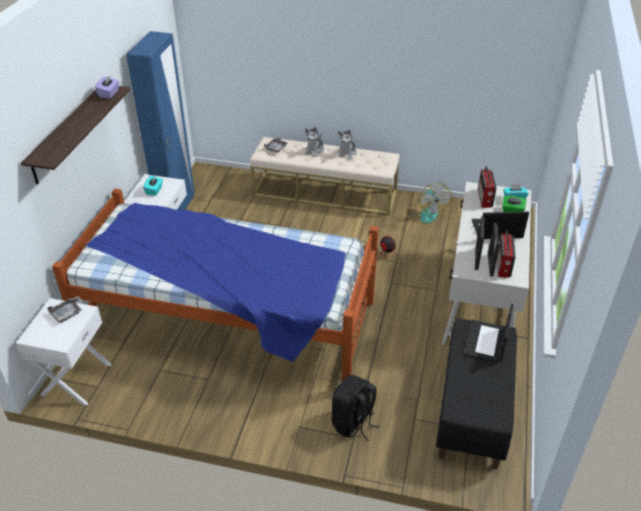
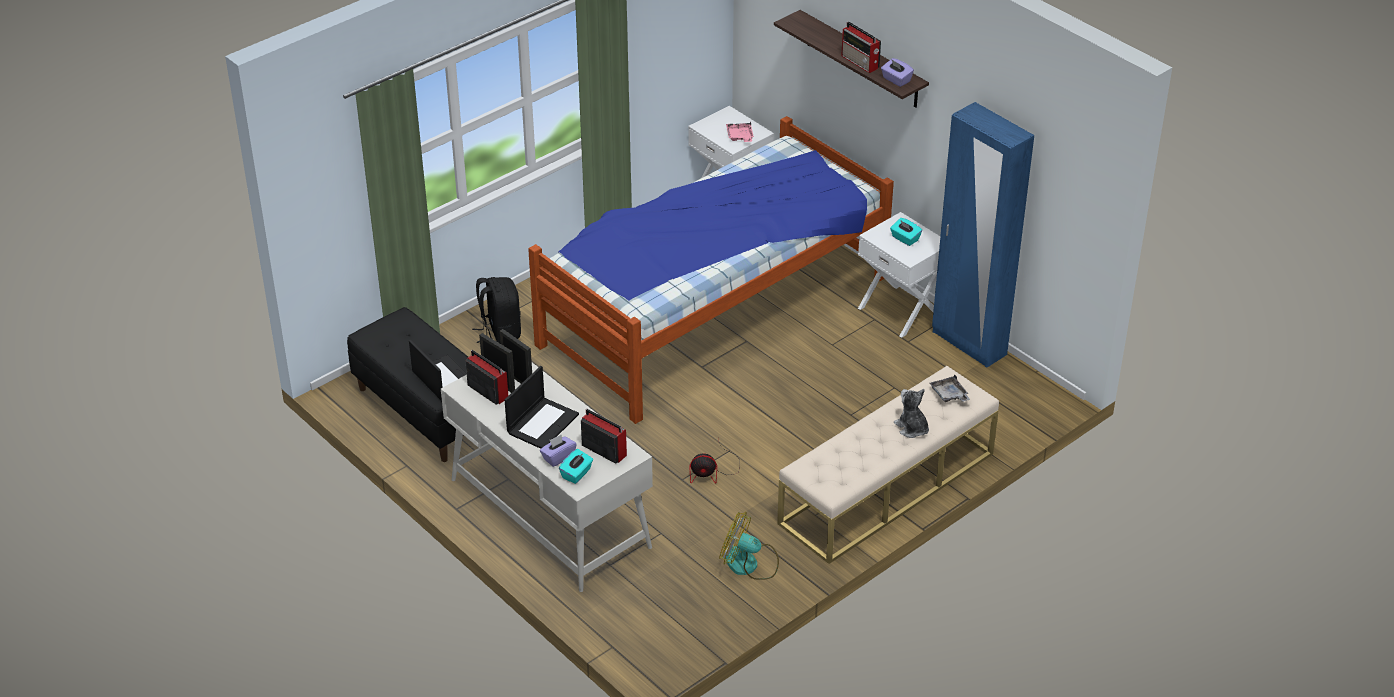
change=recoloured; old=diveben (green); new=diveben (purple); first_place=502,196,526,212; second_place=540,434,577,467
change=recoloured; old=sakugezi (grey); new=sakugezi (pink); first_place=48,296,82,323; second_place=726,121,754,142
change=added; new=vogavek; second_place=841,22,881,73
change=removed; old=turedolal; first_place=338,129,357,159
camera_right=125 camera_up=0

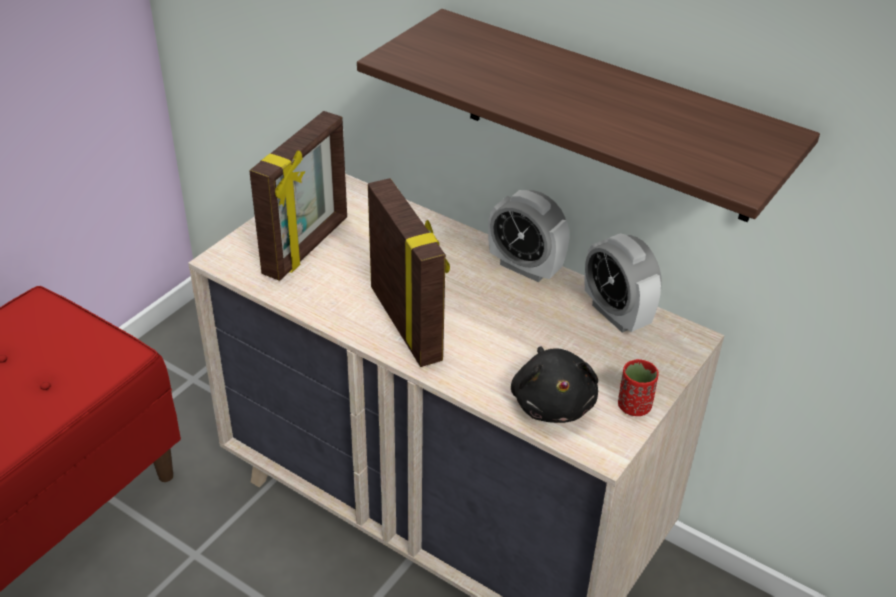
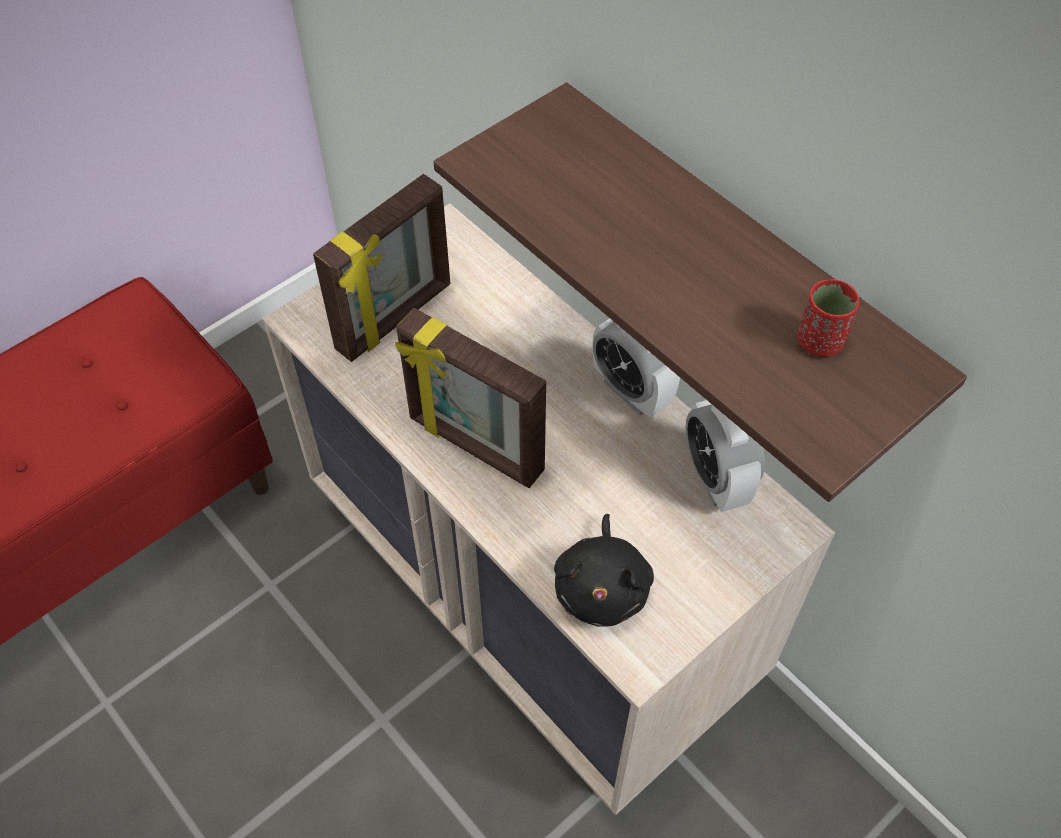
change=turned; old=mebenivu; first_place=368,178,450,367; second_place=395,308,546,488; degrees=135
change=moved; old=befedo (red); first_place=618,359,659,416; second_place=798,279,860,357
camera_right=15 camera_up=15

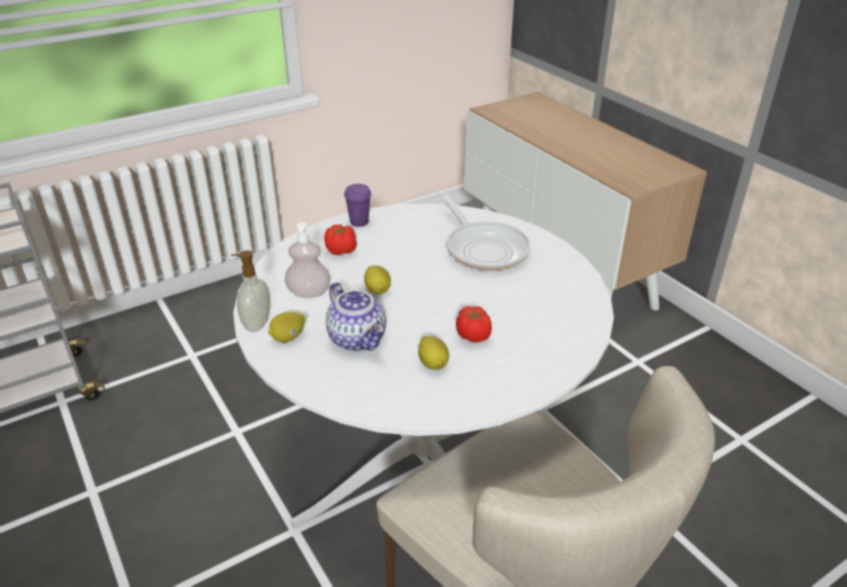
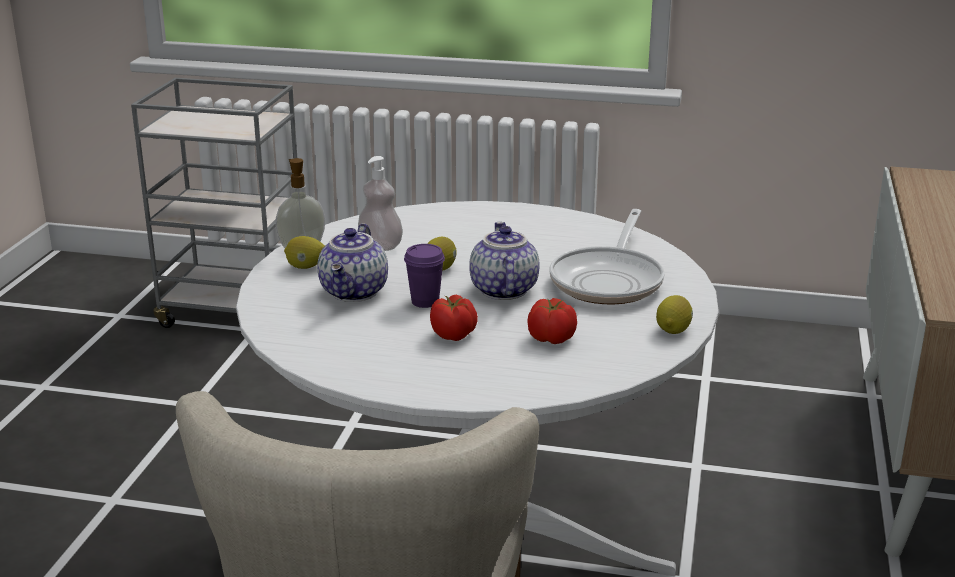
change=moved; old=befedo (purple); first_place=344,184,371,227; second_place=404,244,445,308
change=added; new=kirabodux; second_place=469,222,539,300
change=moved; old=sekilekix; first_place=324,224,356,255; second_place=527,298,577,344
change=moved; old=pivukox; first_place=418,336,449,370; second_place=656,295,693,334
camera_right=45 camera_up=-10

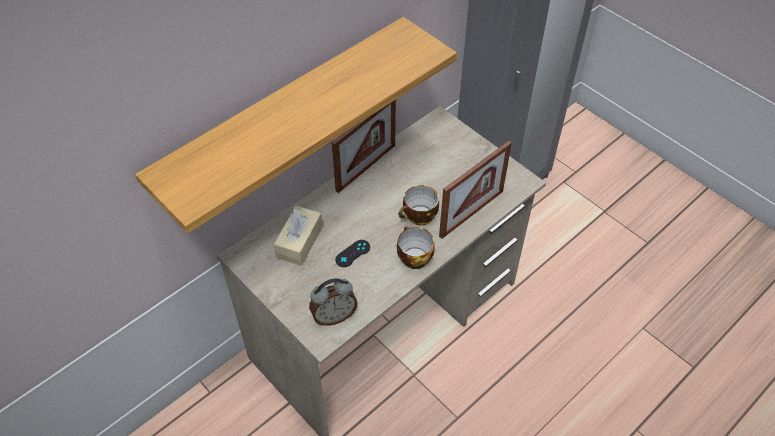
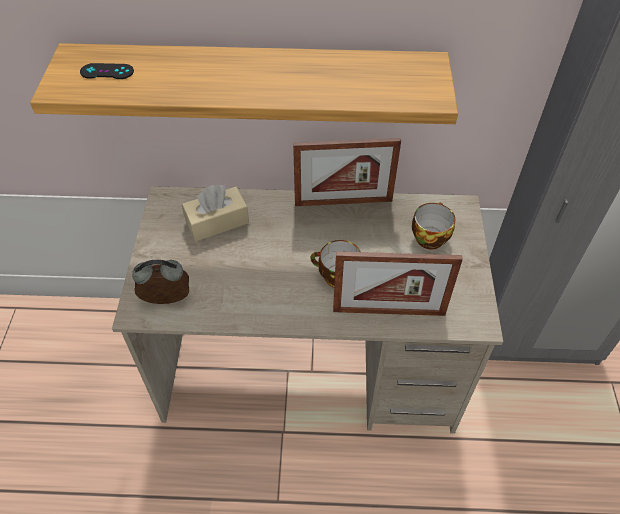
change=moved; old=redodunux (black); first_place=335,240,370,267; second_place=80,63,134,79
change=turned; old=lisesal; first_place=309,278,358,326; second_place=132,260,189,304; degrees=150
change=moved; old=befedo; first_place=397,226,435,269; second_place=412,202,455,249
camera_right=45 camera_up=0

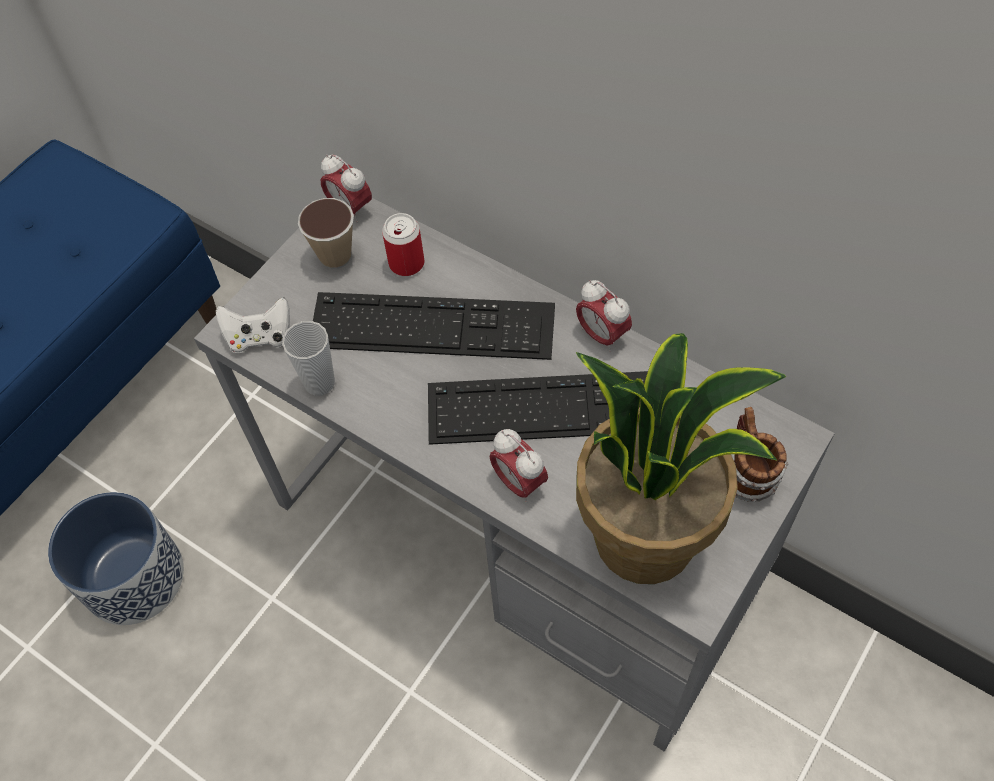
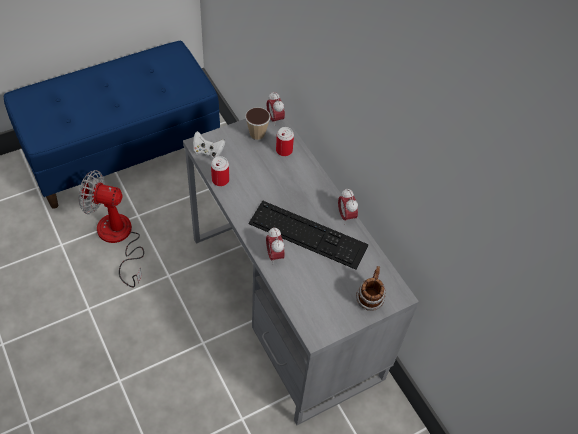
change=replaced; old=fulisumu; new=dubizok; first_place=48,492,184,625; second_place=78,170,144,287
change=replaced; old=befedo; new=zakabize; first_place=282,321,335,396; second_place=211,156,229,186
change=removed; old=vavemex; first_place=313,292,555,360
change=removed; old=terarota; first_place=576,333,786,584
camera_right=20 camera_up=-5

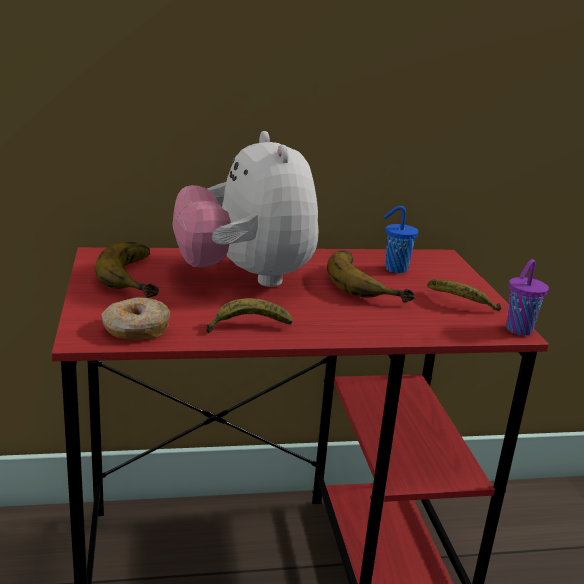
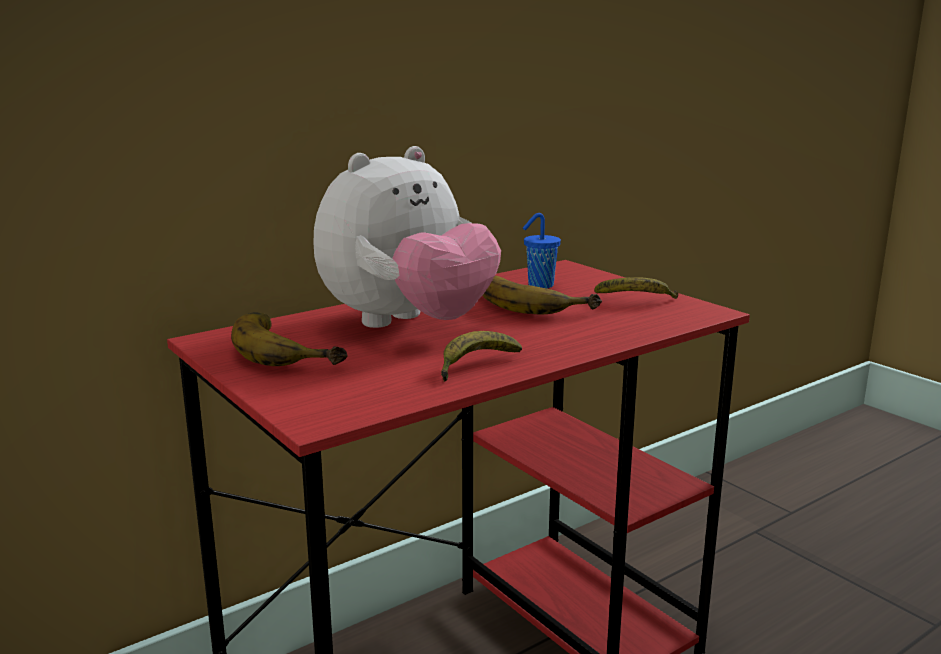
change=turned; old=turedolal; first_place=173,131,318,287; second_place=313,146,501,328; degrees=-90
change=removed; old=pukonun; first_place=101,297,170,340
change=removed; old=befedo (purple); first_place=506,259,549,335
camera_right=-25 camera_up=-5

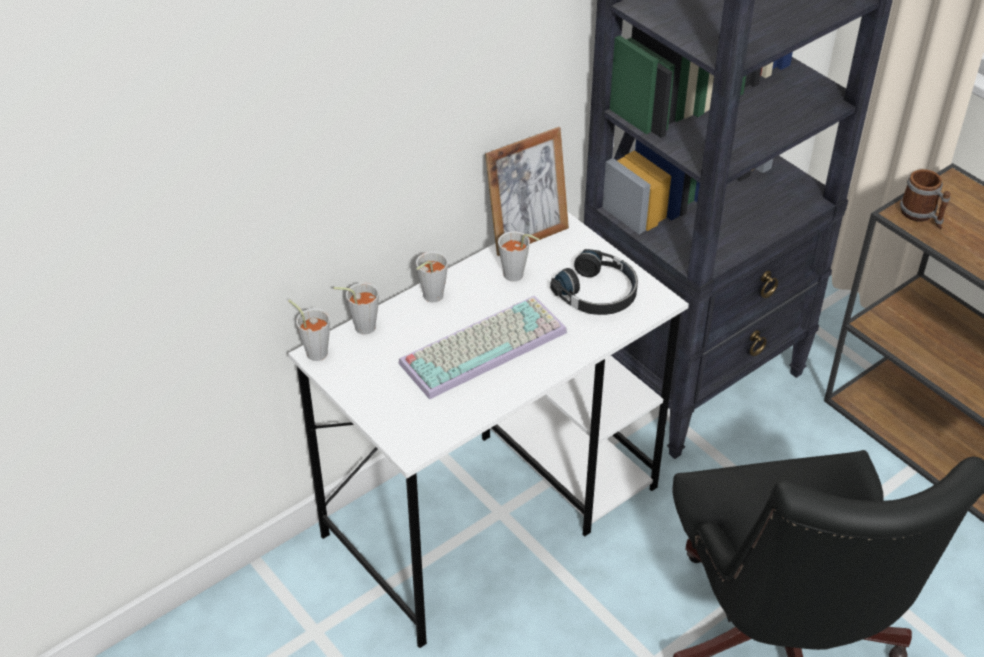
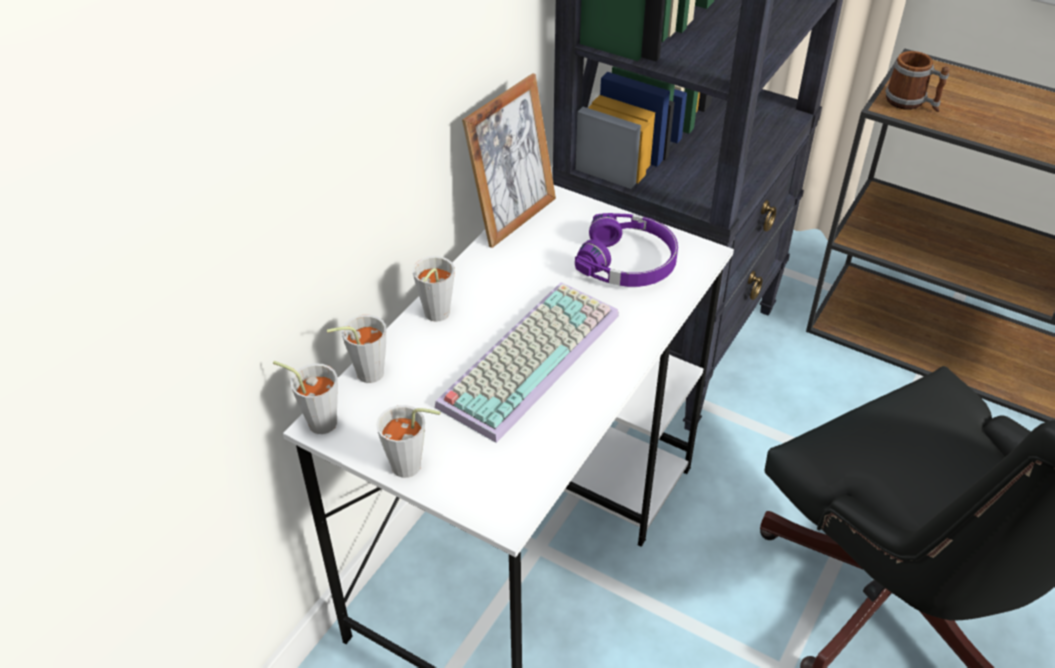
change=moved; old=befedo (grey); first_place=498,231,540,282; second_place=376,405,441,478
change=recoloured; old=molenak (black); new=molenak (purple); first_place=550,249,638,315; second_place=575,213,678,287
camera_right=-20 camera_up=0

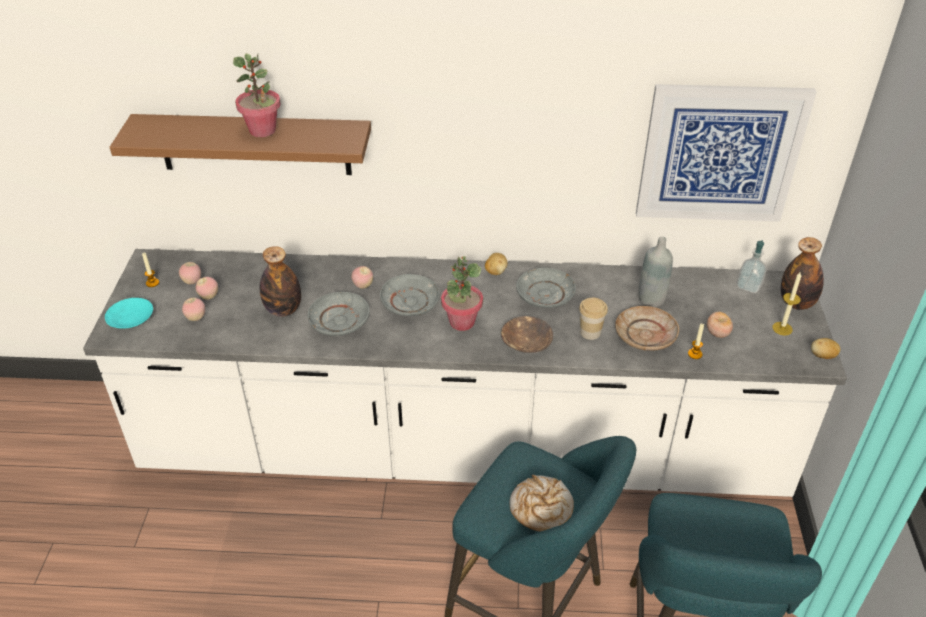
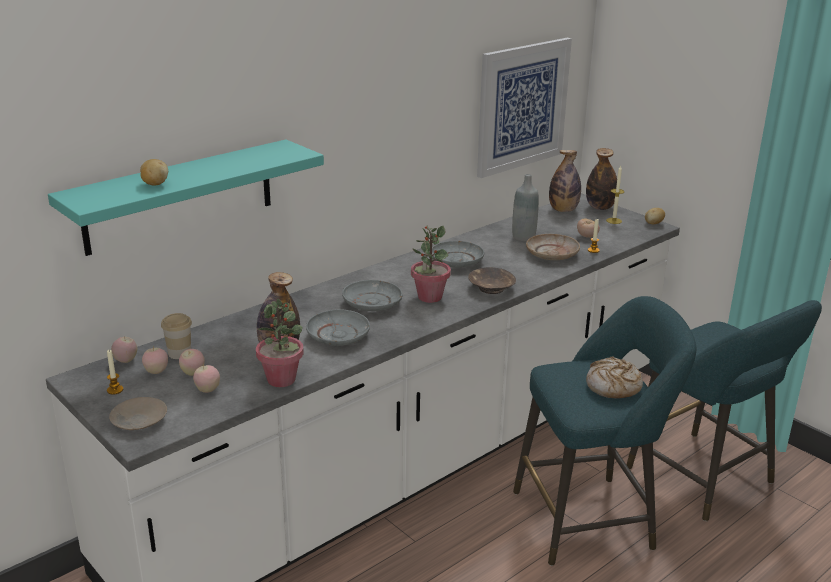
change=recoloured; old=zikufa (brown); new=zikufa (turquoise); first_place=110,114,371,175; second_place=48,140,324,256
change=recoloured; old=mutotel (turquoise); new=mutotel (beige); first_place=105,298,153,329; second_place=109,397,167,430
change=moved; old=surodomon; first_place=351,266,373,289; second_place=111,336,137,363
change=moved; old=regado; first_place=485,253,508,275; second_place=140,159,168,186
change=moved; old=befedo; first_place=579,298,608,340; second_place=161,313,192,359
change=moved; old=terarota; first_place=233,53,281,137; second_place=256,299,304,387
change=replaced; old=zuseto; new=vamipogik; first_place=736,240,767,294; second_place=549,150,581,212
camera_right=-45 camera_up=-15

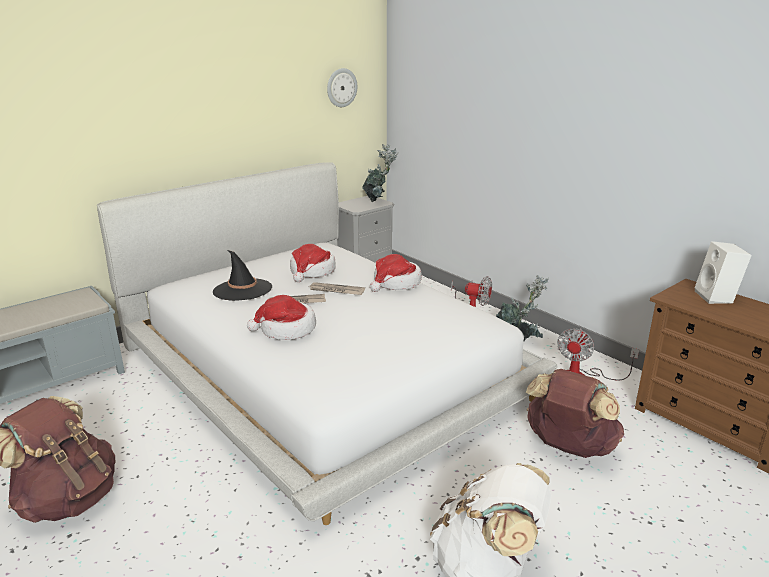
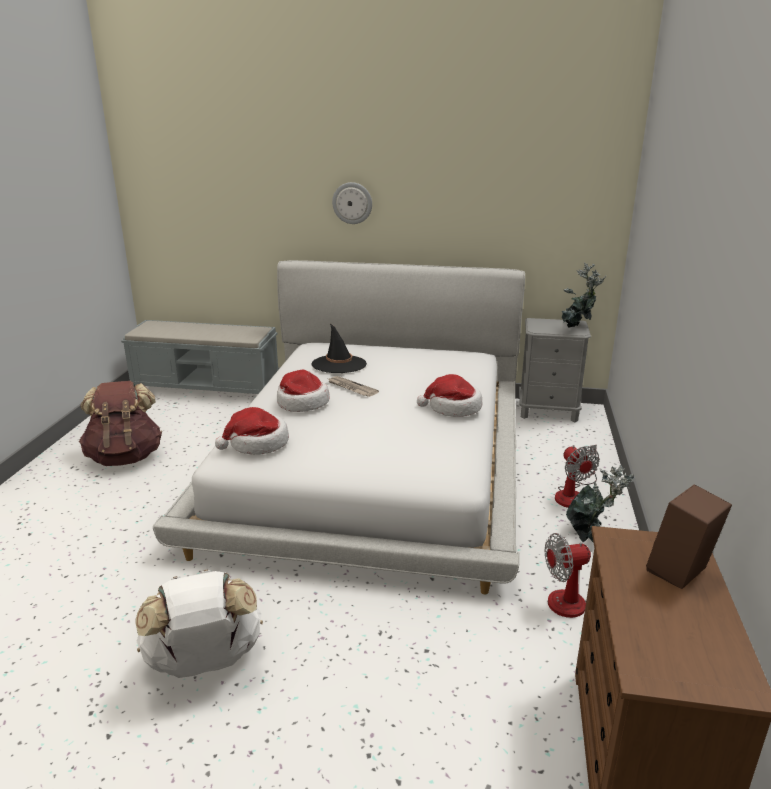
change=moved; old=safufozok; first_place=290,244,336,282; second_place=215,407,289,455
change=moved; old=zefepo; first_place=327,68,357,107; second_place=332,182,372,224
change=recoloured; old=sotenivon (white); new=sotenivon (brown); first_place=695,241,752,304; second_place=646,484,732,589
change=removed; old=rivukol; first_place=309,282,365,295
change=removed; old=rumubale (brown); first_place=526,369,624,458
camera_right=50 camera_up=0

